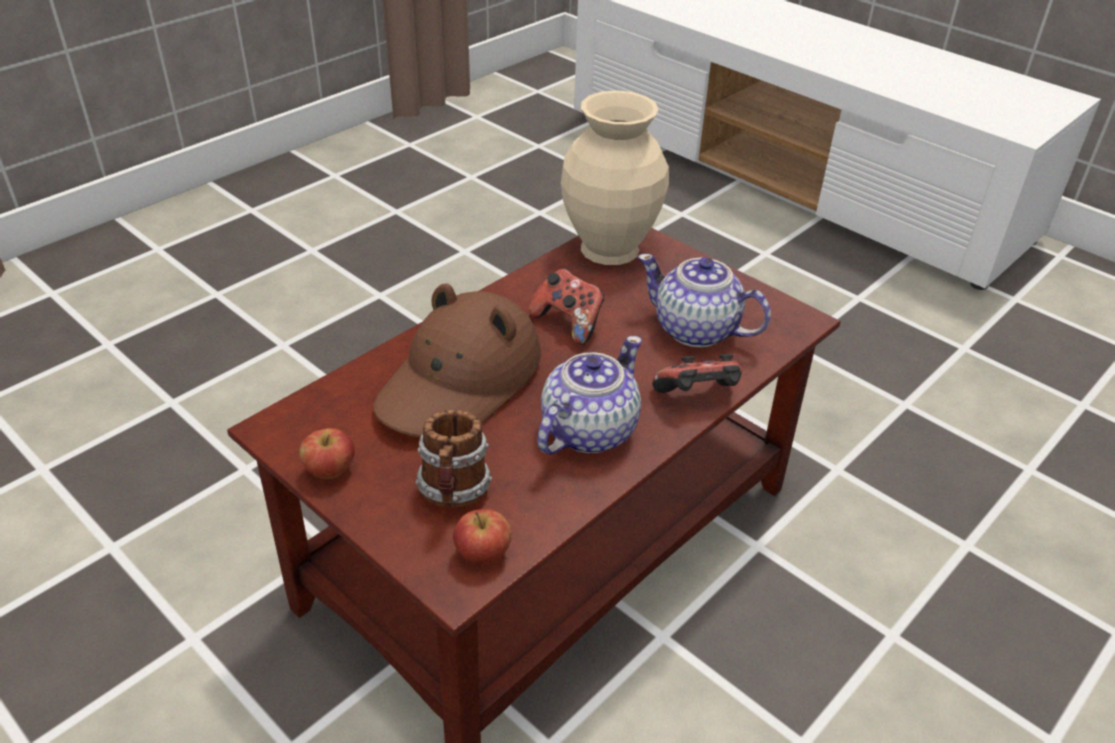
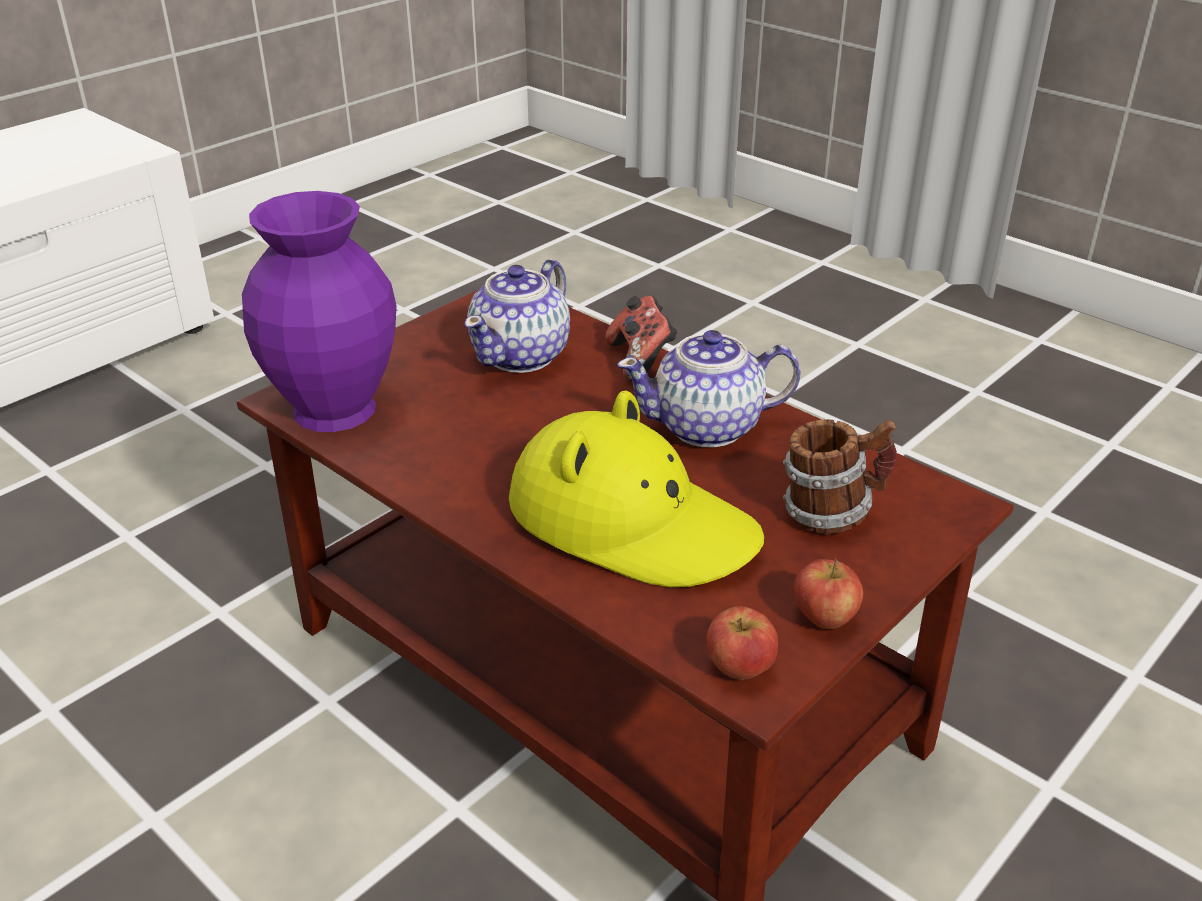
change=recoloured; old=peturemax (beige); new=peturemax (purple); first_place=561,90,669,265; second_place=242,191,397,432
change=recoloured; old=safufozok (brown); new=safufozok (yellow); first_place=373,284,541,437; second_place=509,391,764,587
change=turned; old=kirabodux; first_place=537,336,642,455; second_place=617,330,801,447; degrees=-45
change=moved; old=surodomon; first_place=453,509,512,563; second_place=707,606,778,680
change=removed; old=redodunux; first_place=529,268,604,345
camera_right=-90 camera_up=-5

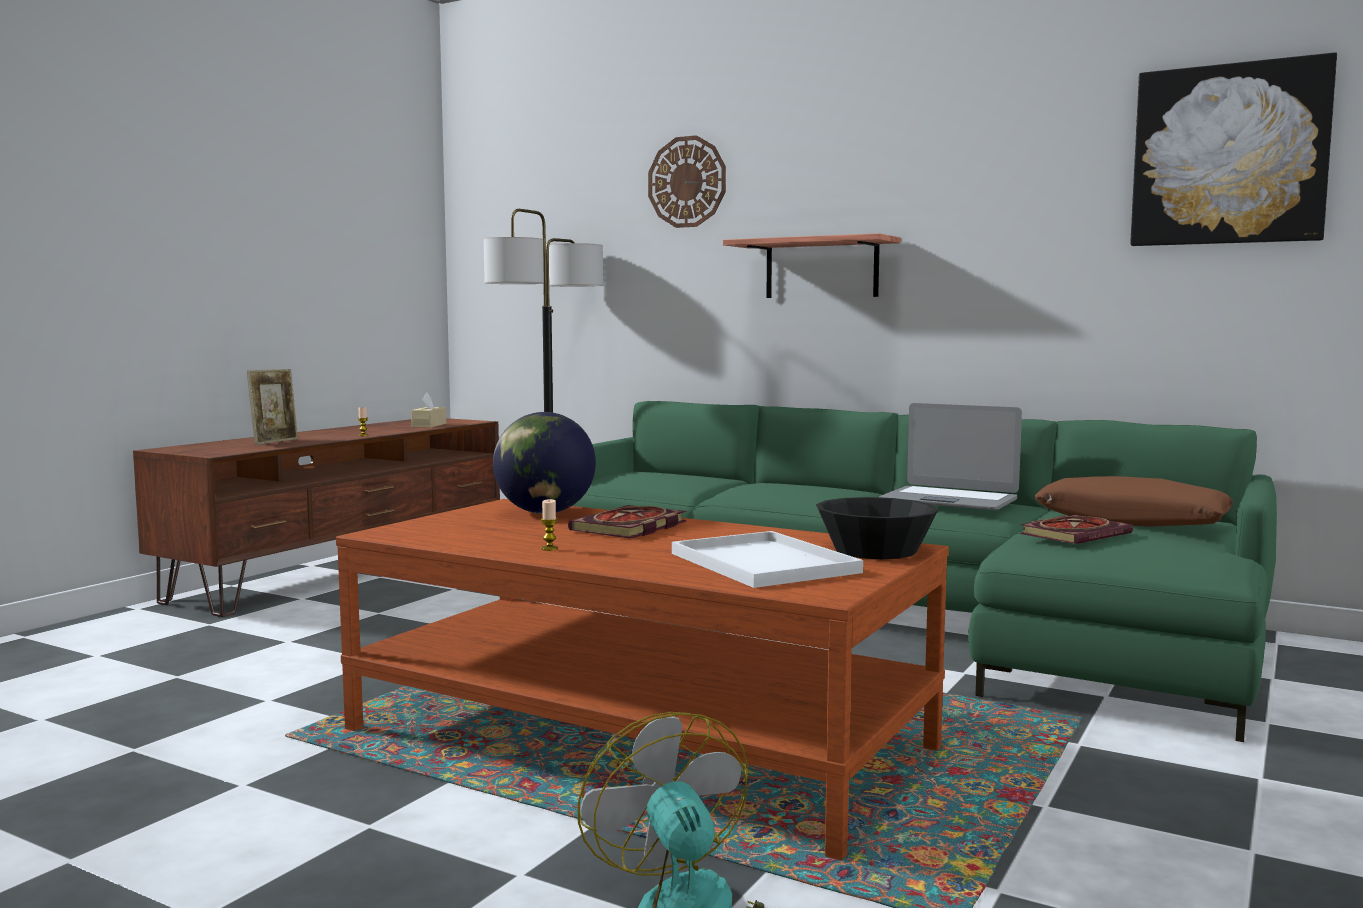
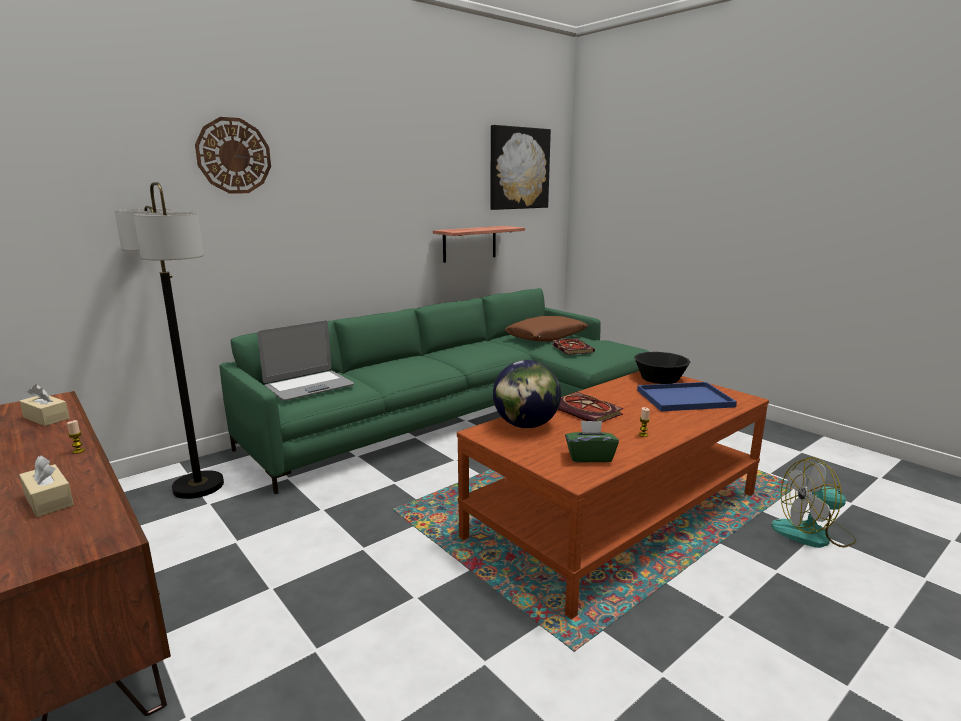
change=replaced; old=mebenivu; new=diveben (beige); first_place=247,369,298,445; second_place=19,455,74,517
change=moved; old=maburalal; first_place=879,403,1022,510; second_place=257,320,354,401
change=moved; old=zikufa; first_place=723,233,901,298; second_place=433,226,525,263
change=added; new=diveben (green); second_place=565,421,619,463
change=recoloured; old=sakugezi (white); new=sakugezi (blue); first_place=672,531,863,588; second_place=637,382,737,411
camera_right=-70 camera_up=10

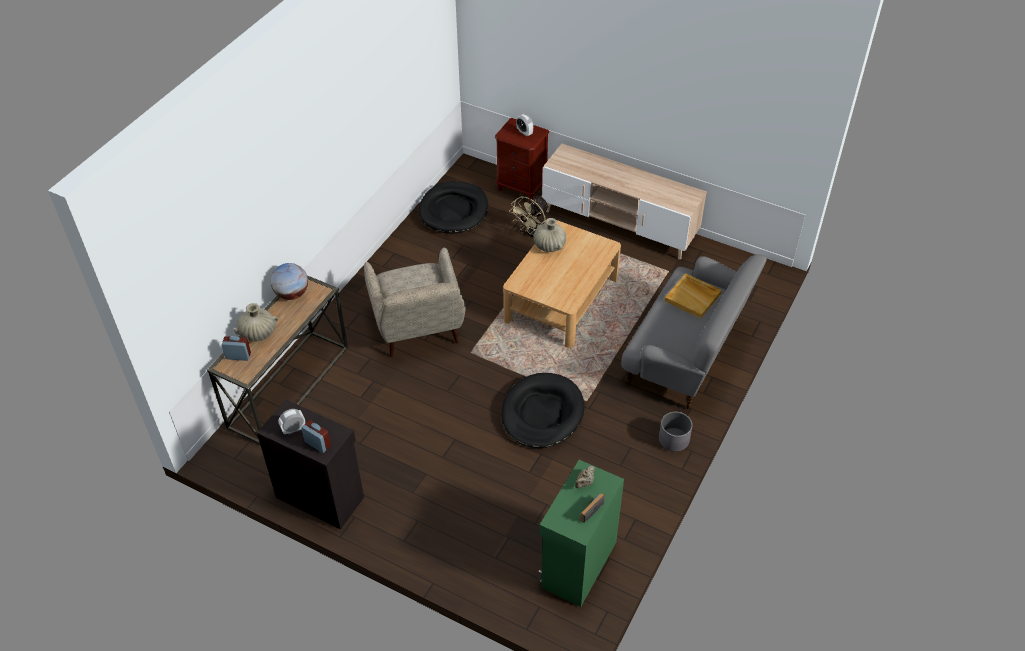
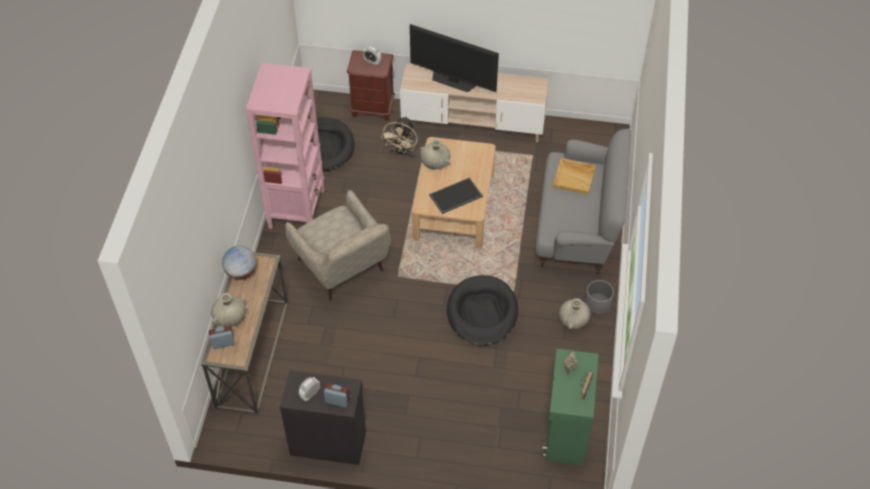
change=added; new=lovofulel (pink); second_place=246,63,324,229
change=added; new=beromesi; second_place=410,24,499,92
change=added; new=sakugezi; second_place=429,177,483,214
change=added; new=peturemax (beige); second_place=559,298,591,329
camera_right=-20 camera_up=5

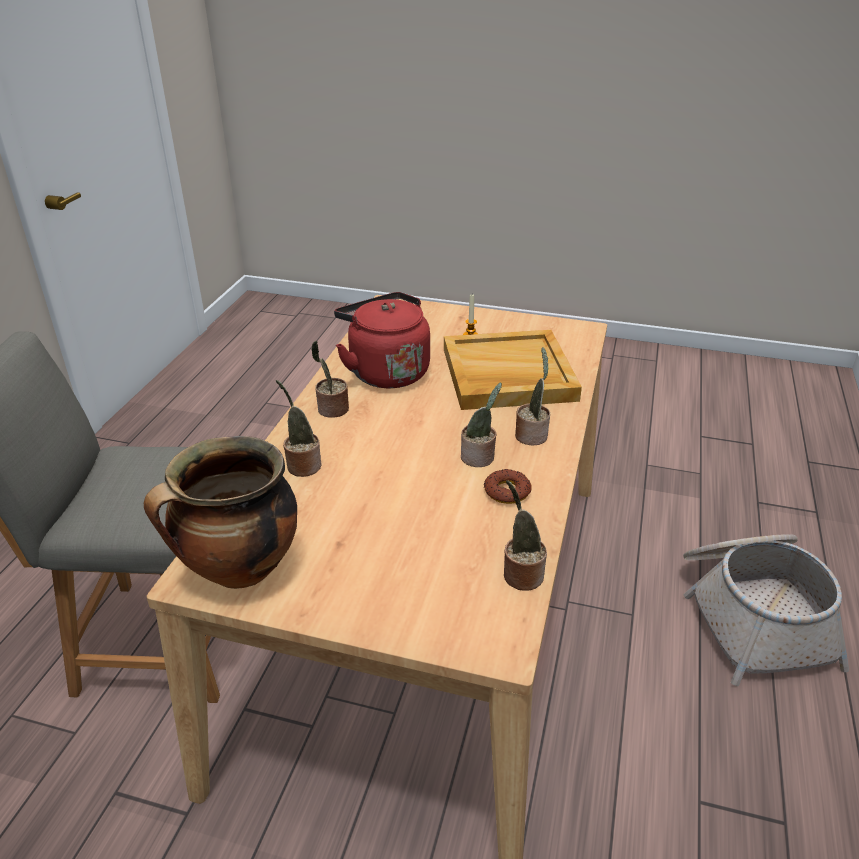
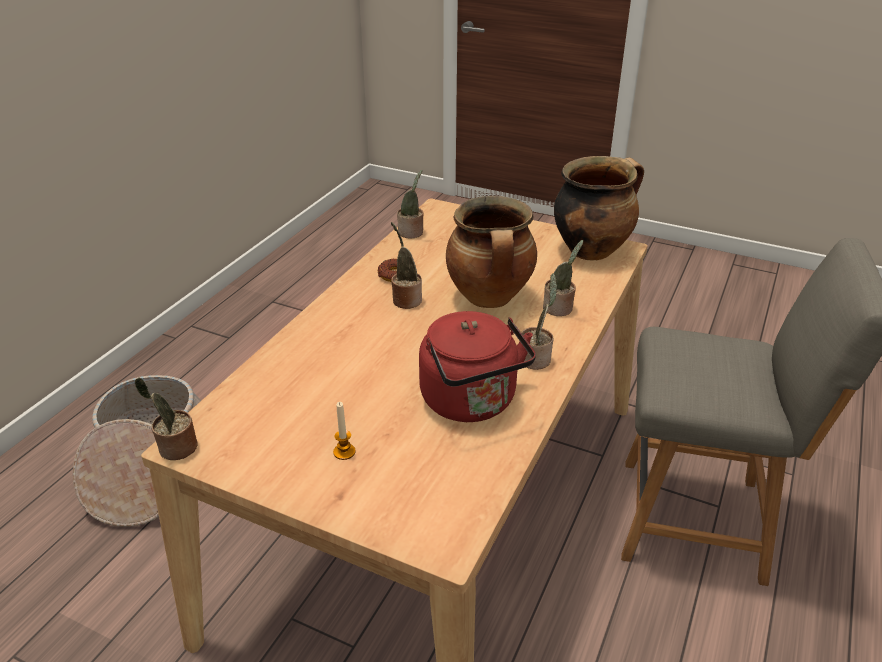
change=moved; old=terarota; first_place=515,347,550,445; second_place=135,377,198,460
change=added; new=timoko; second_place=446,196,537,308
change=removed; old=sakugezi (beige); first_place=444,330,582,410
camera_right=-170 camera_up=0

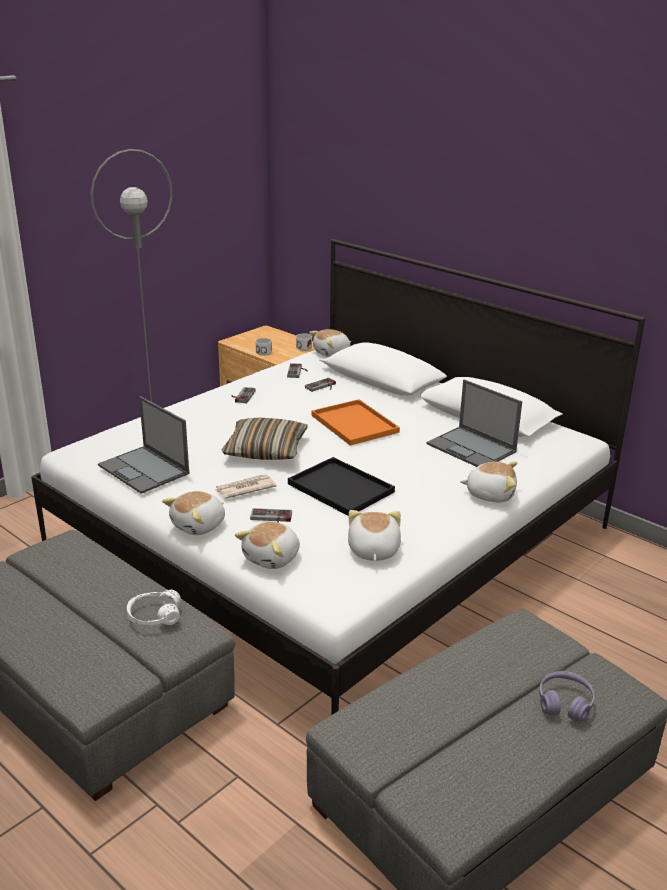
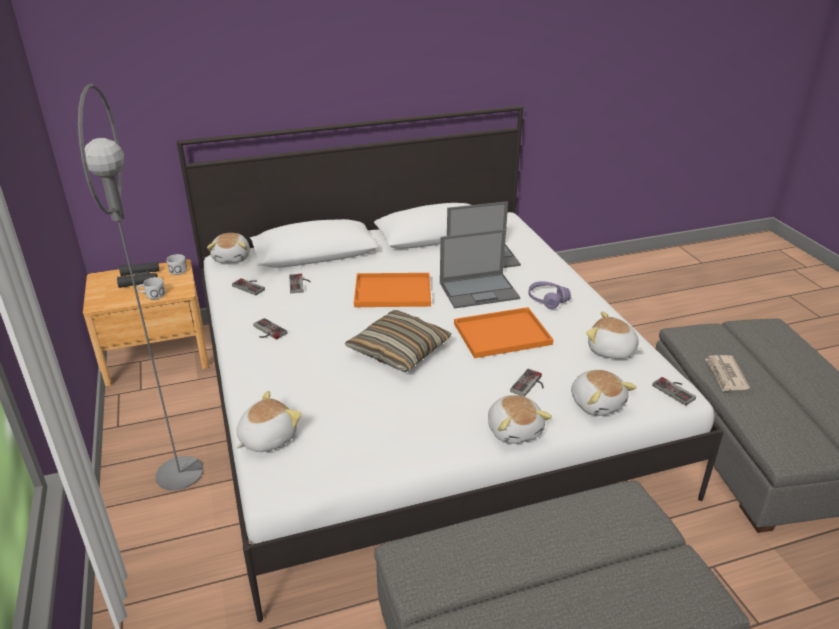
change=added; new=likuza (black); second_place=117,262,159,288
change=moved; old=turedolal; first_place=460,461,517,502; second_place=236,391,302,452
change=moved; old=maburalal; first_place=98,396,189,494; second_place=440,229,520,309
change=recoloured; old=sakugezi (black); new=sakugezi (orange); first_place=288,457,395,516; second_place=454,307,554,358
change=moved; old=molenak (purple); first_place=539,671,595,722; second_place=528,281,571,309
change=added; new=redodunux; second_place=652,377,696,406
change=moved; old=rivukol; first_place=215,474,276,499; second_place=705,355,750,392
change=removed; old=molenak (white); first_place=127,590,181,625
camera_right=-60 camera_up=5

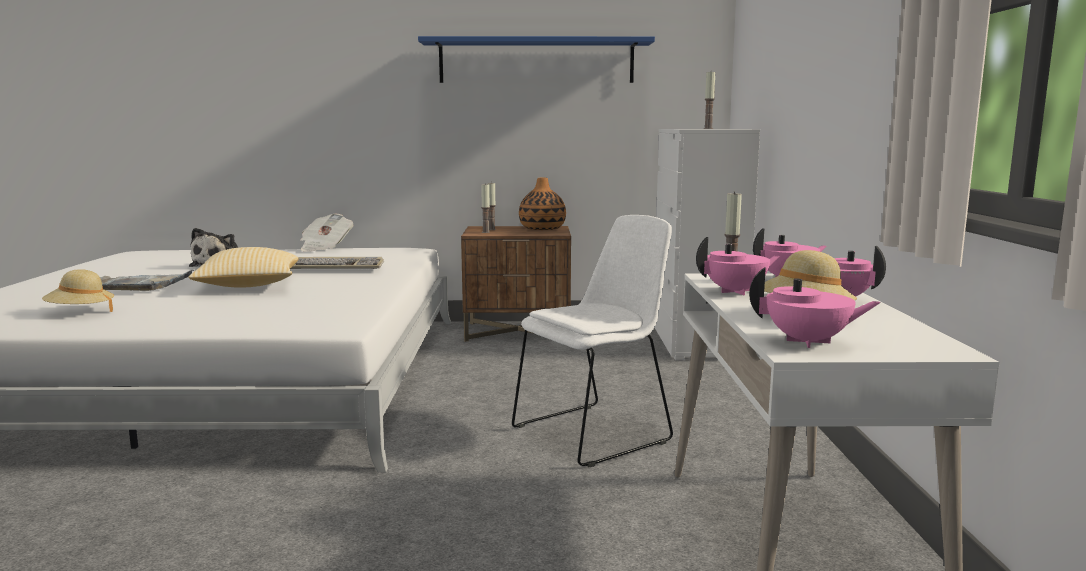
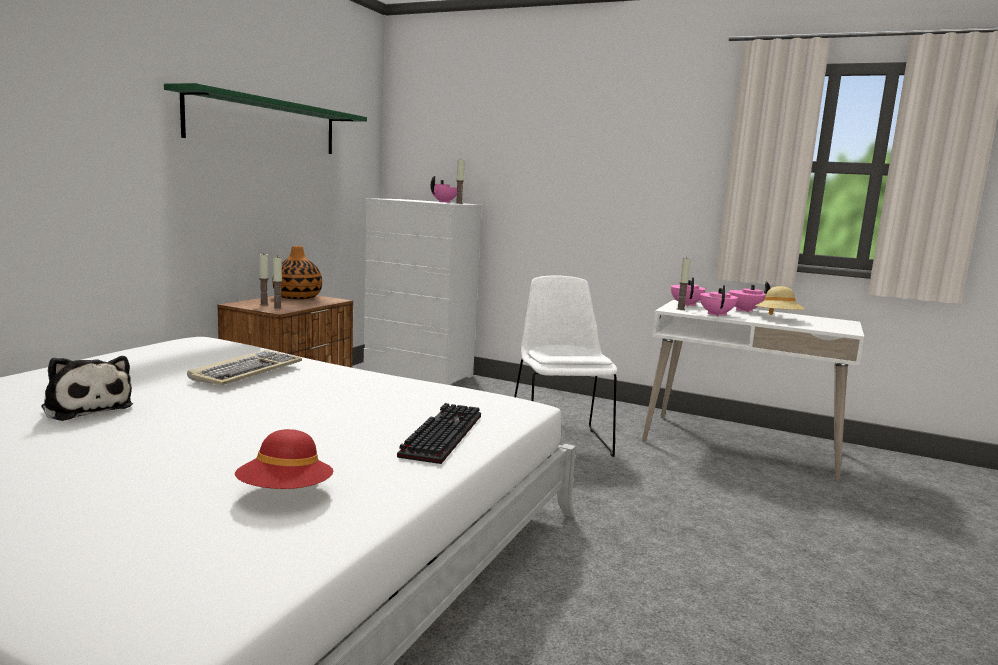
change=recoloured; old=zikufa (blue); new=zikufa (green); first_place=418,36,655,83; second_place=164,83,367,154
change=recoloured; old=safufozok (beige); new=safufozok (red); first_place=42,269,114,312; second_place=235,429,333,489
change=added; new=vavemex; second_place=397,403,481,464
change=moved; old=kirabodux (pink); first_place=749,267,881,348; second_place=431,176,457,203
change=removed; old=sakugezi (grey); first_place=100,270,194,291
change=removed; old=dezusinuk; first_place=189,247,298,288
change=removed; old=rivukol; first_place=300,214,353,252
camera_right=-65 camera_up=0

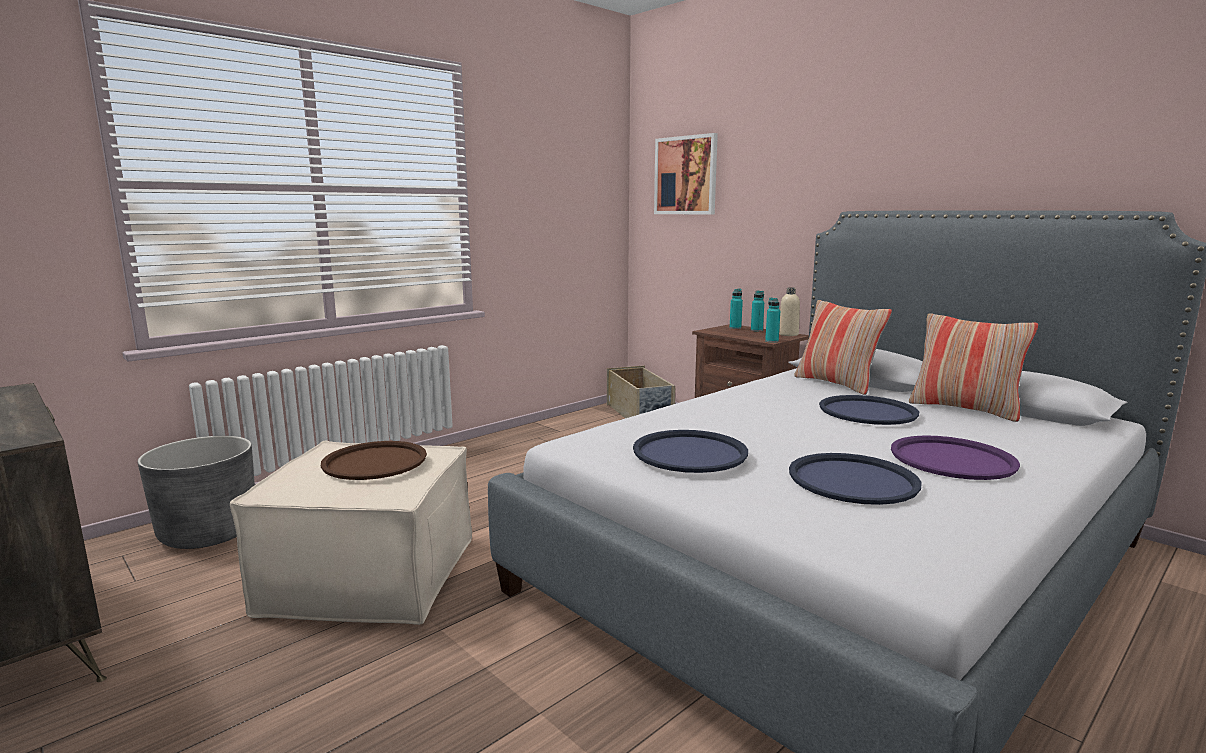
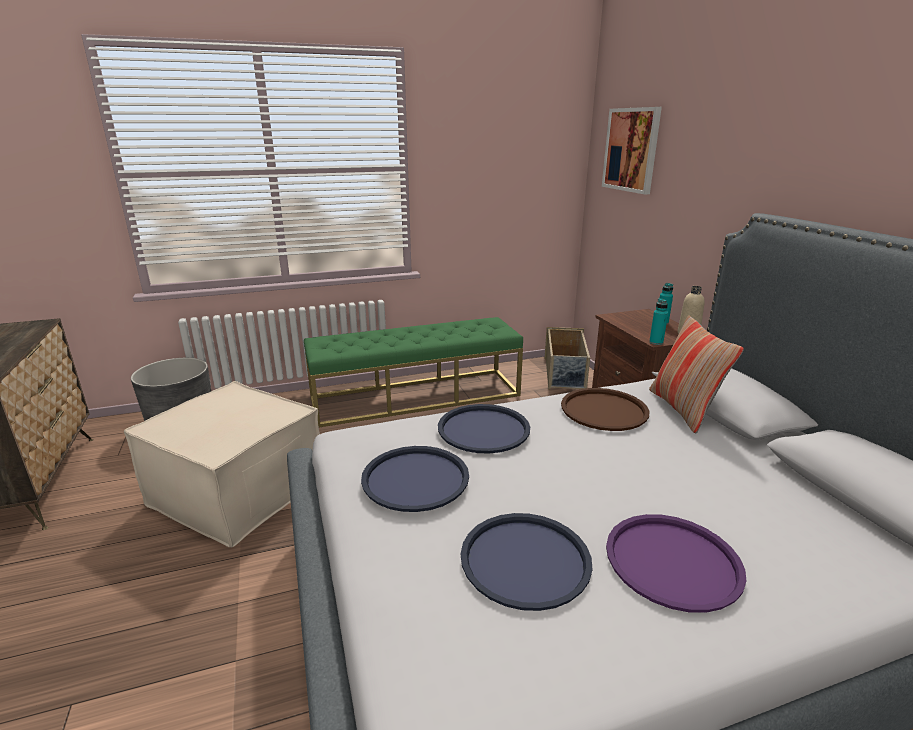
change=added; new=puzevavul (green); second_place=304,317,523,427
change=moved; old=sakugezi (blue); first_place=819,395,919,425; second_place=438,404,530,454
change=moved; old=sakugezi (brown); first_place=321,441,427,480; second_place=561,388,649,431
change=removed; old=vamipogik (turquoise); first_place=730,289,743,329
change=removed; old=dezusinuk; first_place=909,313,1038,422
camera_right=25 camera_up=10

